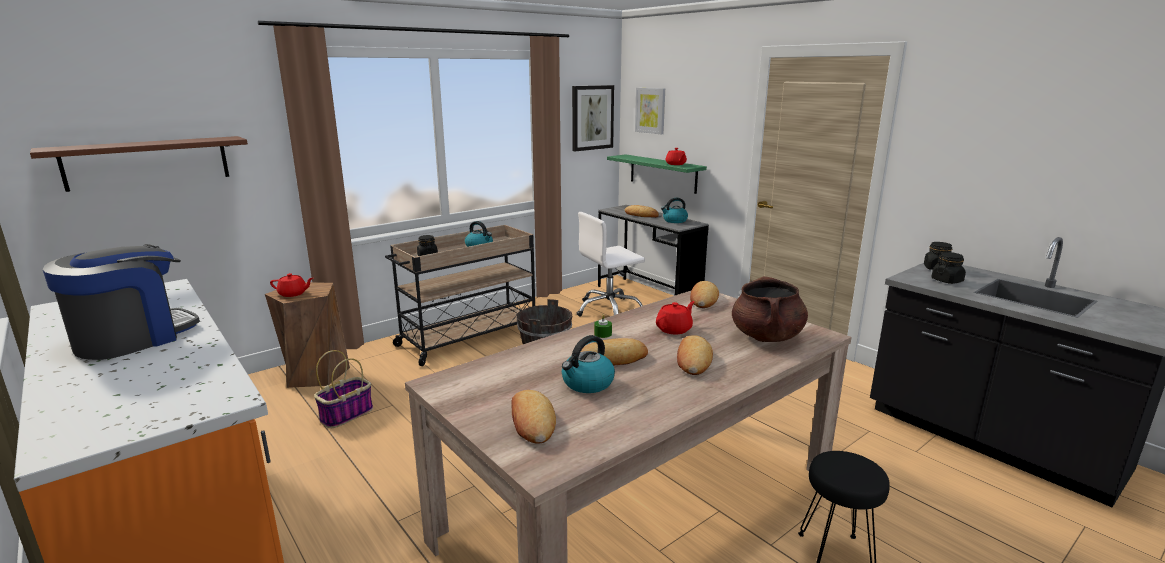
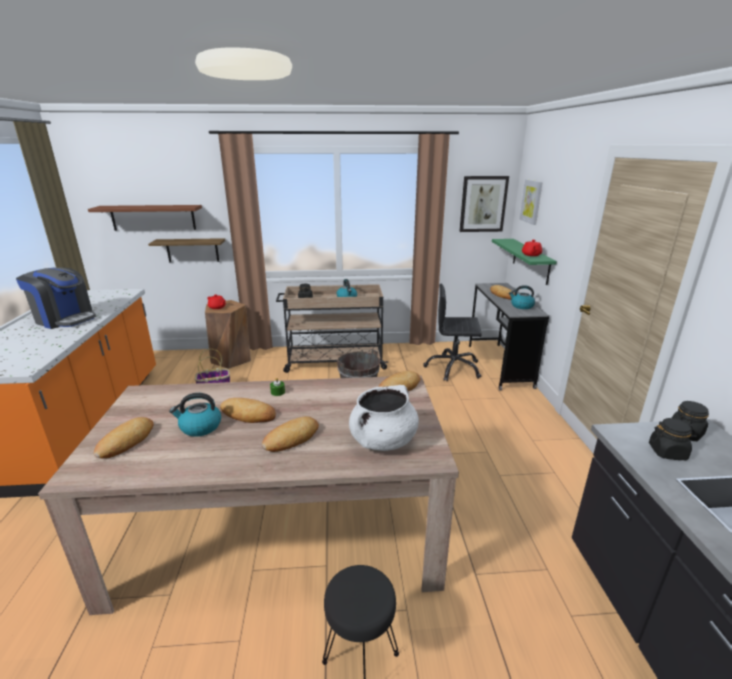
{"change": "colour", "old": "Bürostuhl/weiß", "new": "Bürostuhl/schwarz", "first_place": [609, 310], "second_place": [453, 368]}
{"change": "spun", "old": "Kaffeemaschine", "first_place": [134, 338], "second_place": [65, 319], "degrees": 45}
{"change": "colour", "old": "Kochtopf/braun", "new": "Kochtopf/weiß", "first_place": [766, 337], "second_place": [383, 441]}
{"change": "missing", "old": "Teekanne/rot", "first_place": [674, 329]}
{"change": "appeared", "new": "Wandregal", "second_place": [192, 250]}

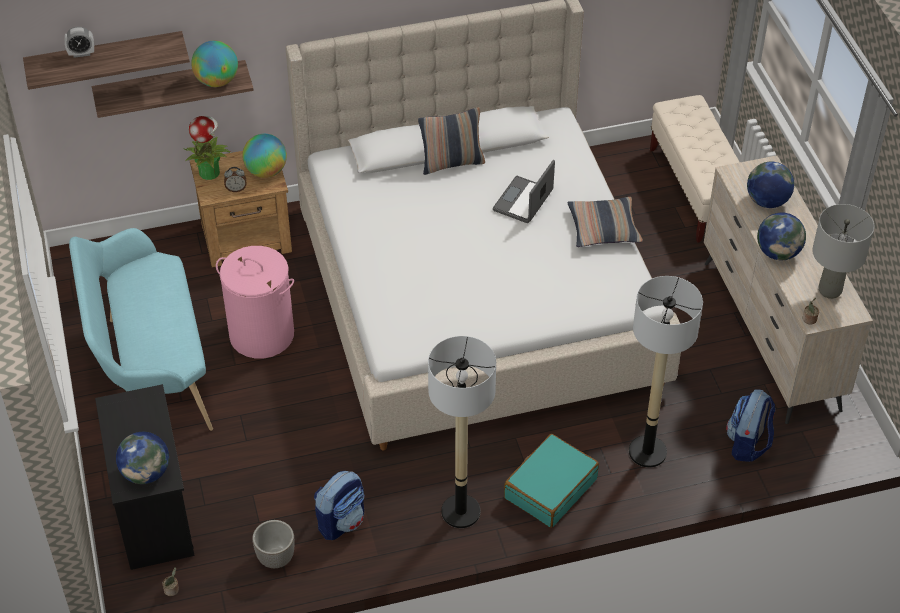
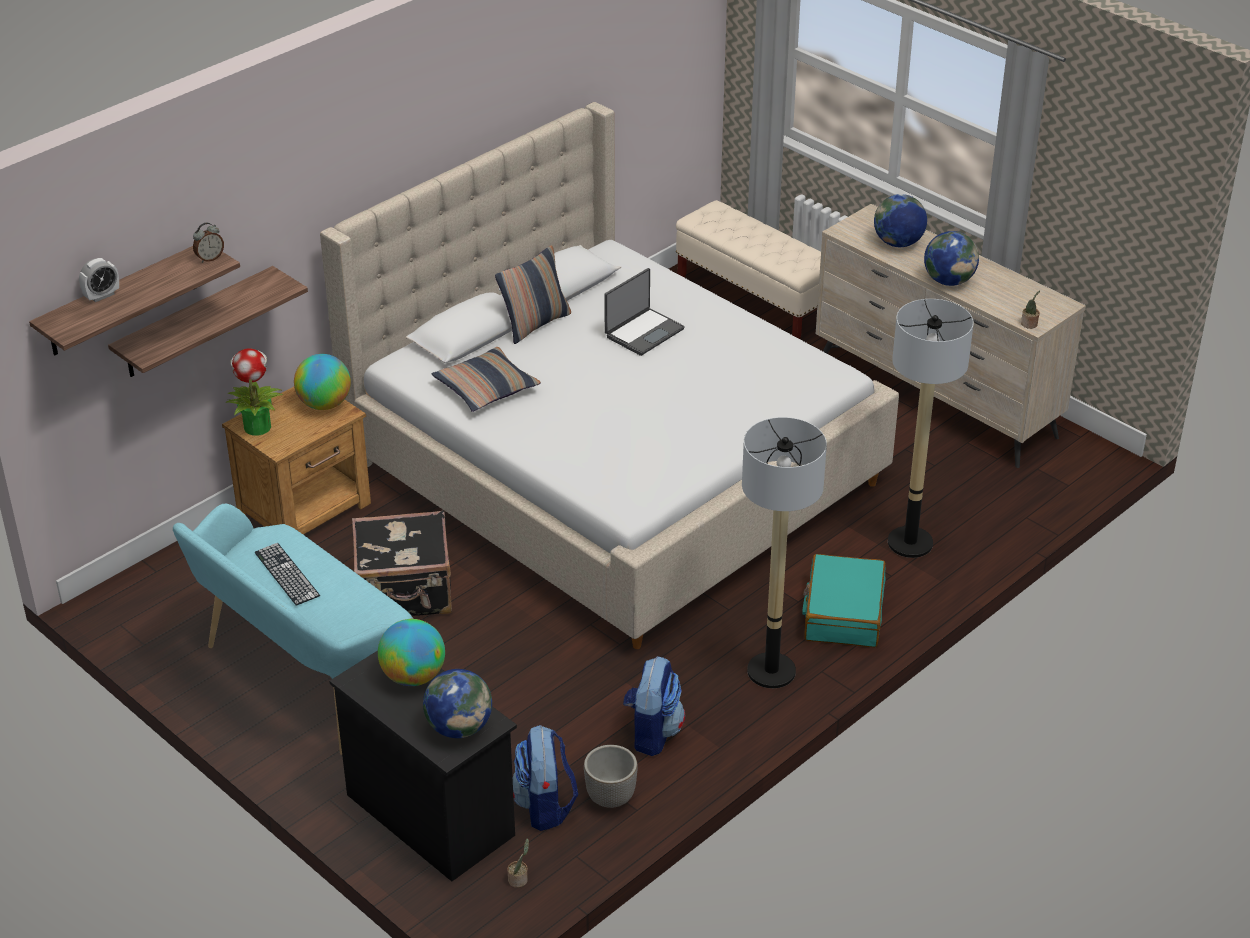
{"change": "relocated", "old": "Globus", "first_place": [217, 81], "second_place": [413, 676]}
{"change": "spun", "old": "Laptop", "first_place": [524, 201], "second_place": [643, 332], "degrees": -135}
{"change": "relocated", "old": "Wecker", "first_place": [236, 189], "second_place": [209, 258]}
{"change": "relocated", "old": "Kissen", "first_place": [603, 228], "second_place": [486, 388]}
{"change": "missing", "old": "Tischlampe/grau", "first_place": [829, 290]}
{"change": "exchanged", "old": "Wäschekorb/rosa", "new": "Koffer/schwarz", "first_place": [262, 334], "second_place": [405, 593]}
{"change": "relocated", "old": "Rucksack", "first_place": [748, 444], "second_place": [545, 806]}
{"change": "appeared", "new": "Tastatur", "second_place": [286, 574]}

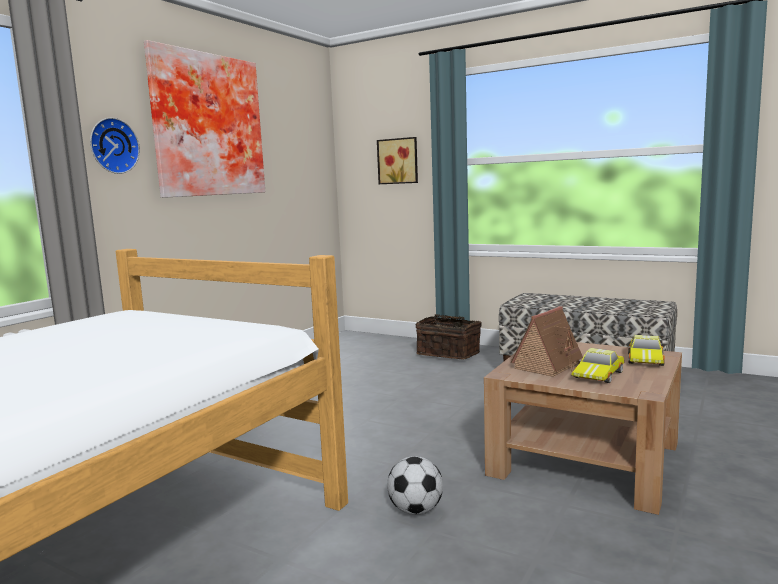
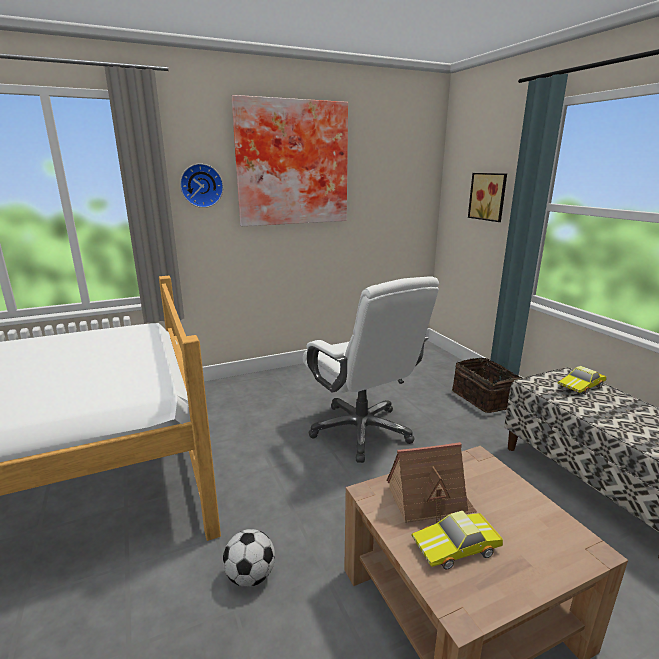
{"change": "relocated", "old": "Spielzeugauto", "first_place": [647, 359], "second_place": [582, 386]}
{"change": "appeared", "new": "Bürostuhl/weiß", "second_place": [362, 431]}

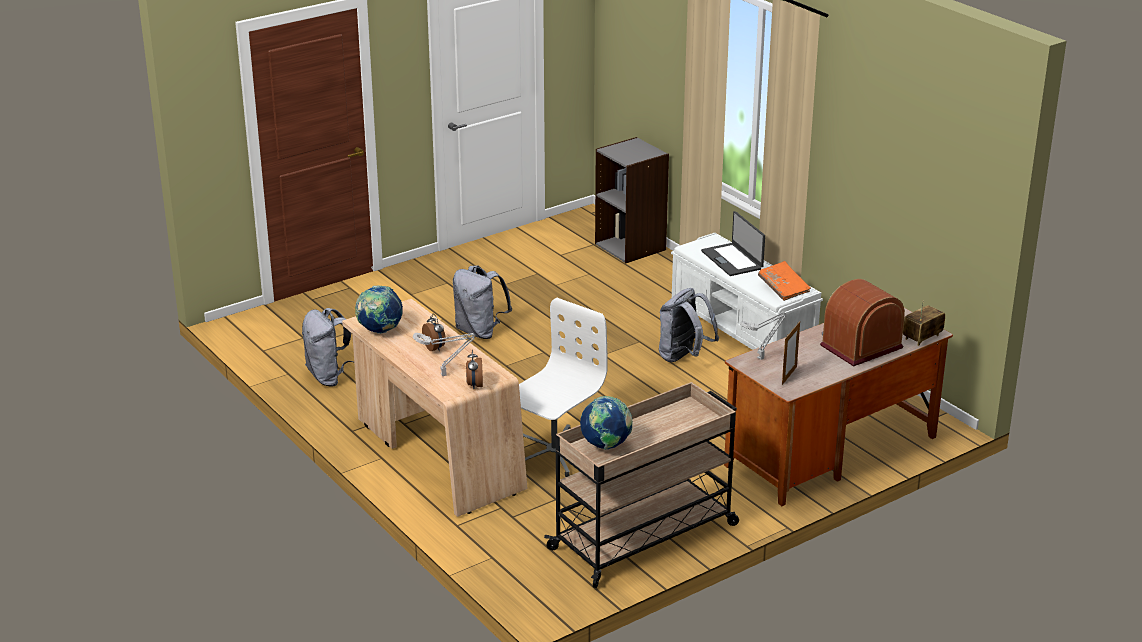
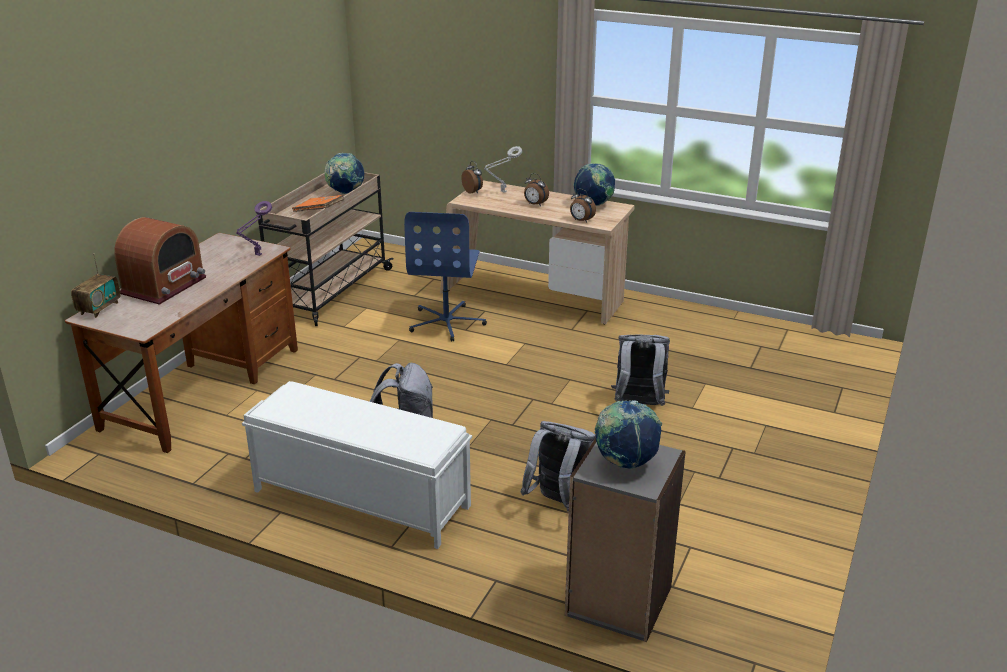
{"change": "missing", "old": "Laptop", "first_place": [732, 260]}
{"change": "relocated", "old": "Buch/orange", "first_place": [783, 288], "second_place": [319, 211]}
{"change": "colour", "old": "Bürostuhl/weiß", "new": "Bürostuhl/blau", "first_place": [553, 453], "second_place": [447, 322]}
{"change": "relocated", "old": "Rucksack/grau", "first_place": [332, 377], "second_place": [560, 504]}
{"change": "colour", "old": "Tischlampe/grau", "new": "Tischlampe/lila", "first_place": [761, 358], "second_place": [257, 255]}
{"change": "missing", "old": "Bilderrahmen", "first_place": [789, 375]}
{"change": "appeared", "new": "Wecker", "second_place": [581, 221]}
{"change": "appeared", "new": "Globus", "second_place": [625, 463]}

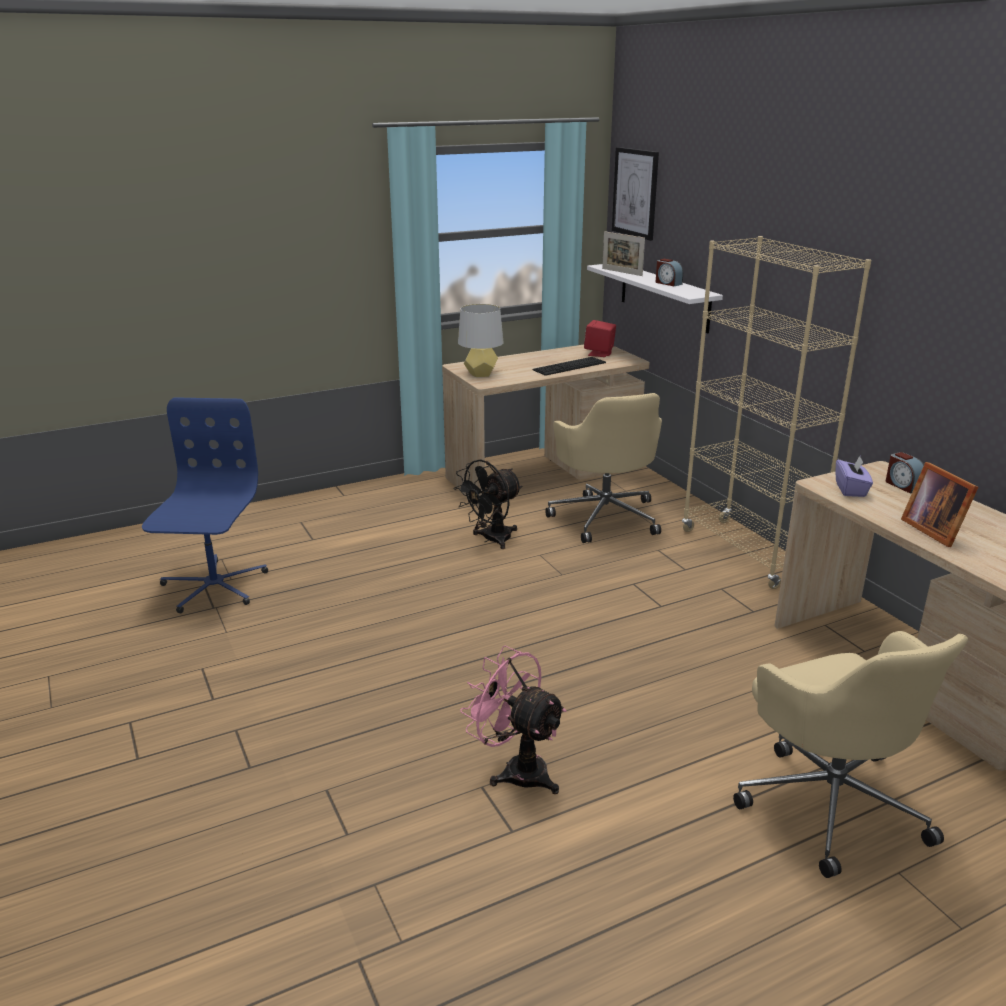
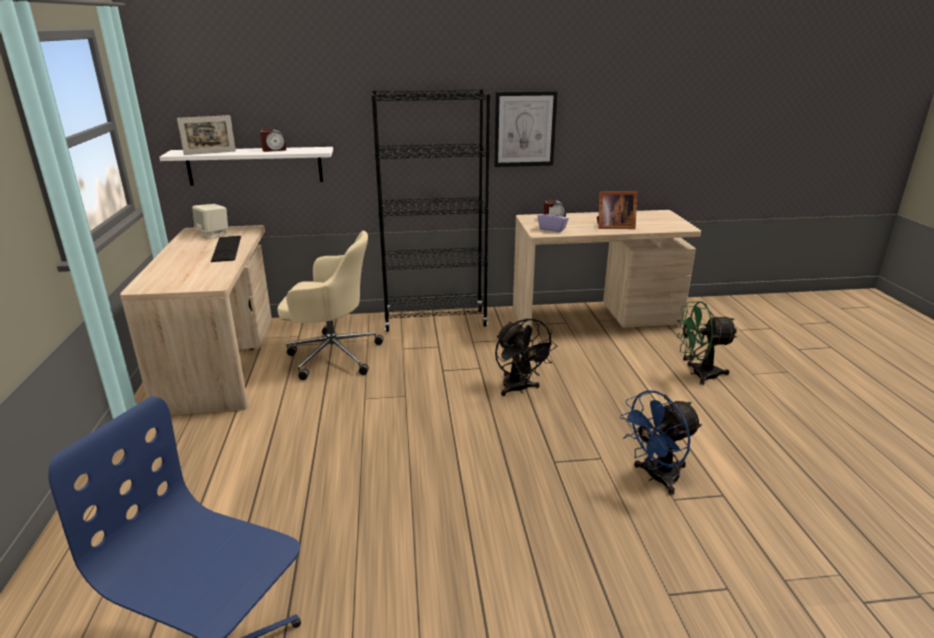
{"change": "relocated", "old": "Bild", "first_place": [635, 193], "second_place": [524, 129]}
{"change": "colour", "old": "Bücherregal/beige", "new": "Bücherregal/schwarz", "first_place": [747, 553], "second_place": [435, 321]}
{"change": "missing", "old": "Tischlampe/grau", "first_place": [480, 374]}
{"change": "colour", "old": "Lautsprecher/rot", "new": "Lautsprecher/beige", "first_place": [599, 353], "second_place": [213, 234]}
{"change": "relocated", "old": "Ventilator/schwarz", "first_place": [491, 540], "second_place": [518, 389]}
{"change": "exchanged", "old": "Bürostuhl/beige", "new": "Ventilator/grün", "first_place": [830, 801], "second_place": [698, 374]}
{"change": "colour", "old": "Ventilator/rosa", "new": "Ventilator/blau", "first_place": [517, 769], "second_place": [656, 478]}

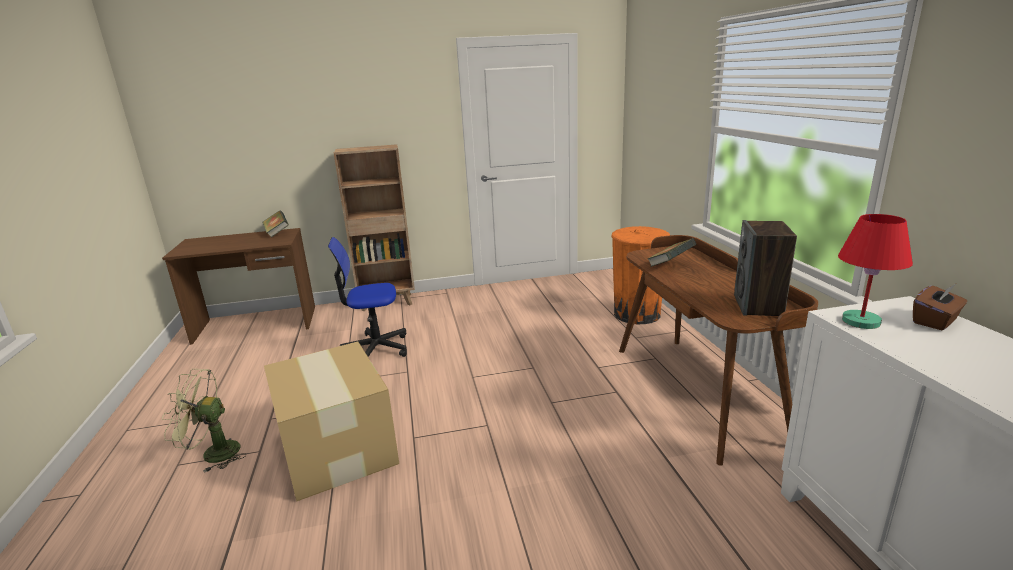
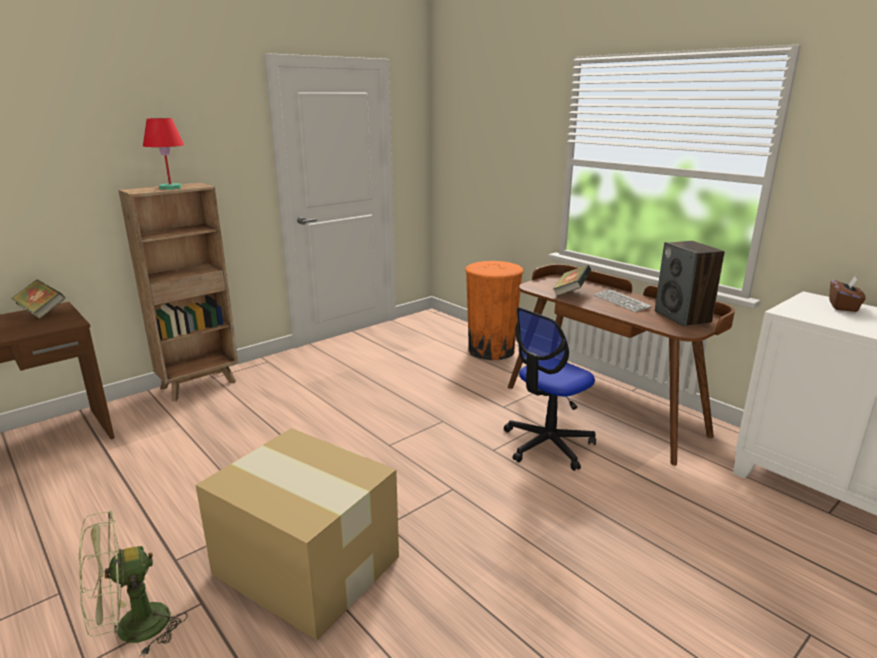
{"change": "relocated", "old": "Tischlampe/rot", "first_place": [860, 321], "second_place": [170, 188]}
{"change": "relocated", "old": "Bürostuhl", "first_place": [375, 349], "second_place": [547, 445]}
{"change": "appeared", "new": "Tastatur", "second_place": [621, 302]}

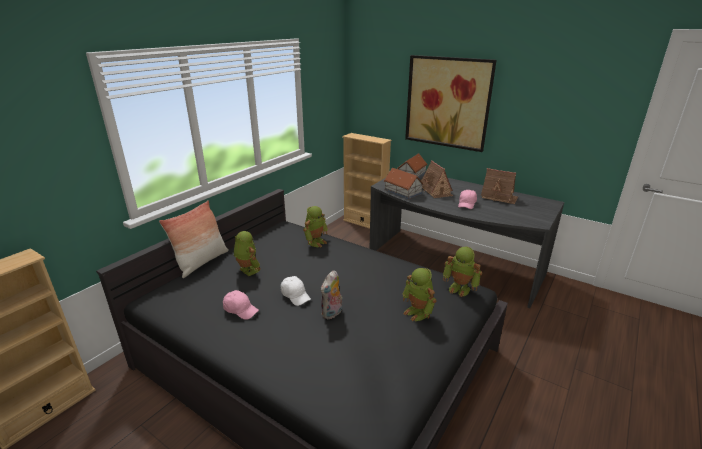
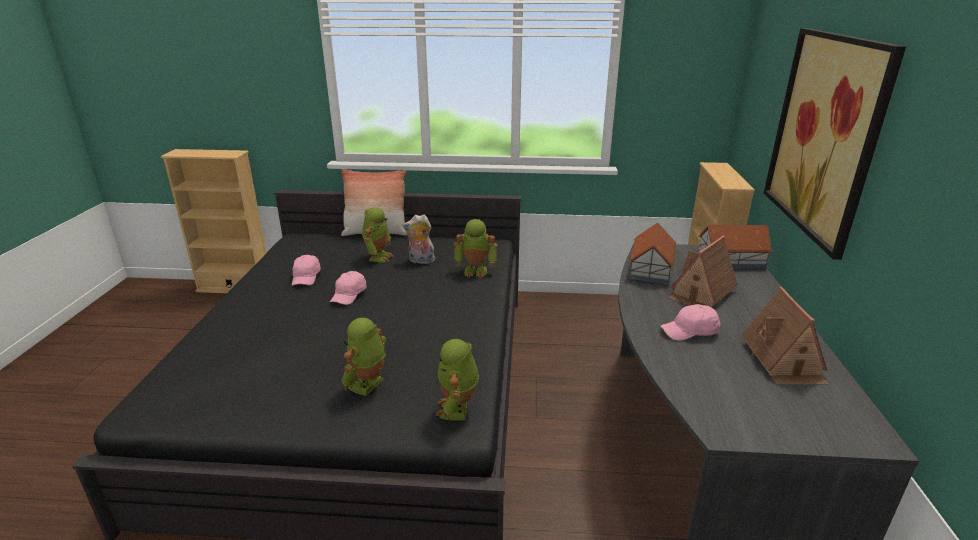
{"change": "relocated", "old": "Plüschtier", "first_place": [332, 313], "second_place": [420, 261]}
{"change": "colour", "old": "Kappe/weiß", "new": "Kappe/rosa", "first_place": [295, 295], "second_place": [349, 295]}

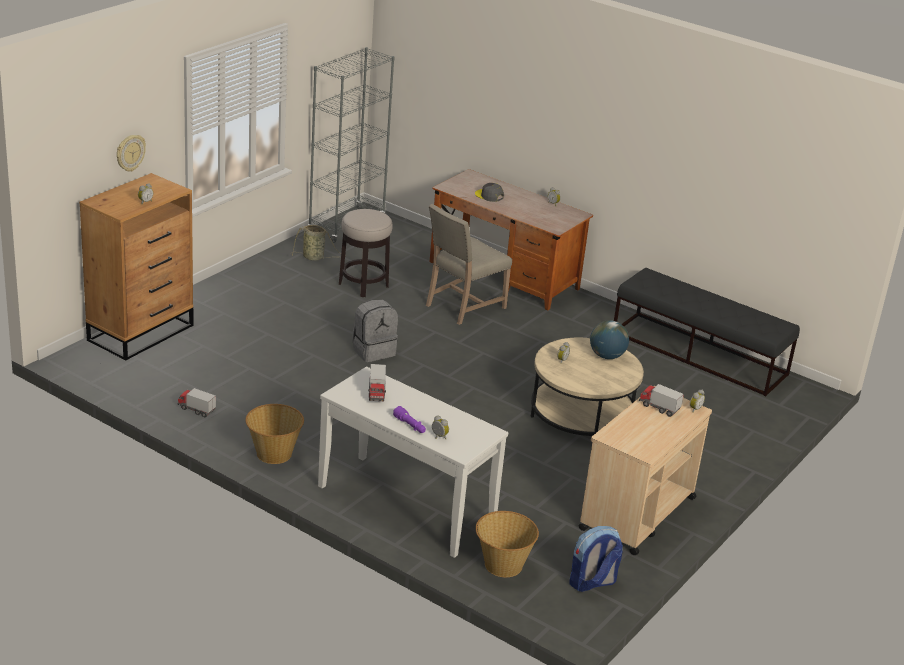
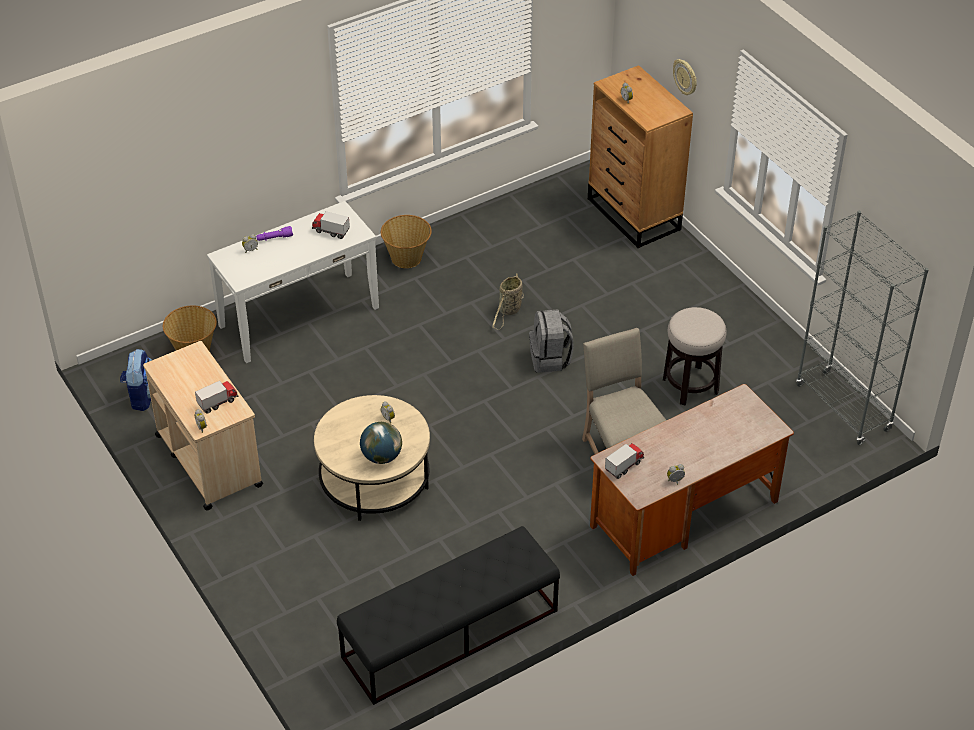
{"change": "missing", "old": "Kappe/grau", "first_place": [489, 196]}
{"change": "relocated", "old": "Korb", "first_place": [315, 257], "second_place": [509, 311]}
{"change": "relocated", "old": "Spielzeuglaster", "first_place": [196, 410], "second_place": [624, 466]}

